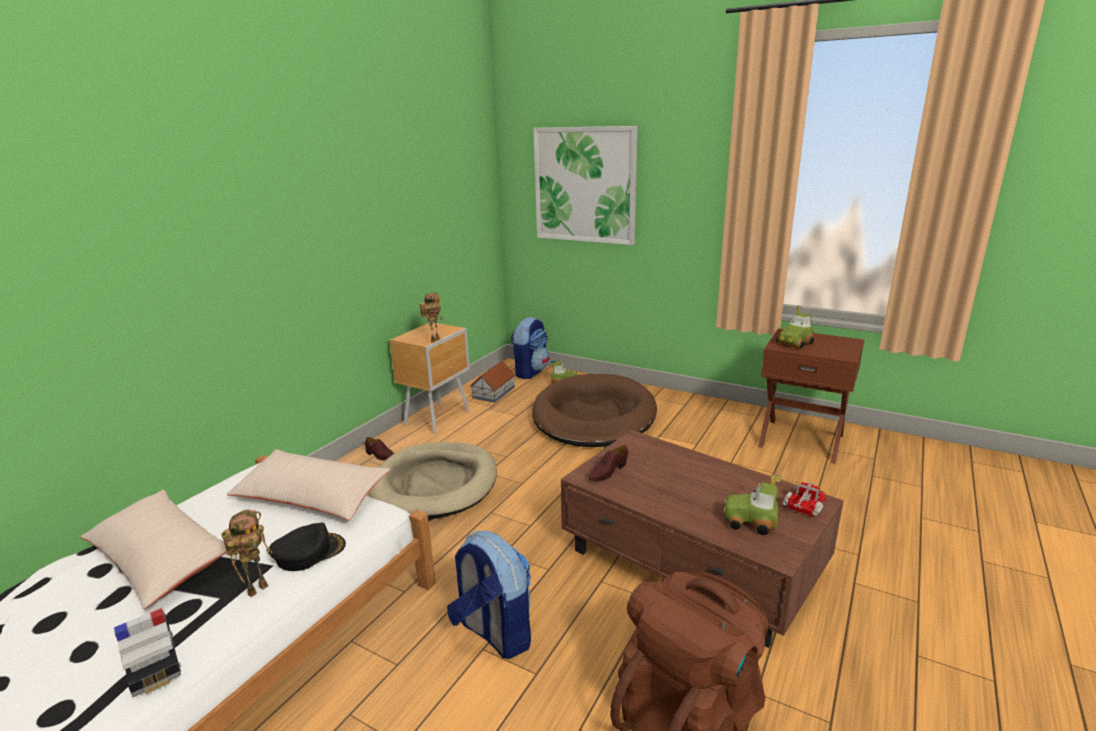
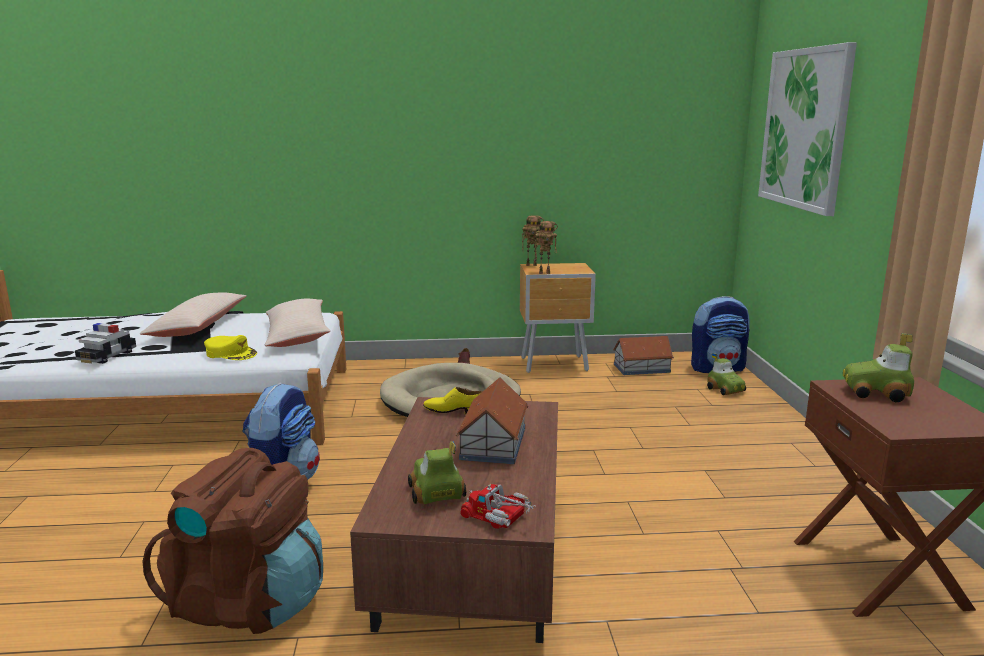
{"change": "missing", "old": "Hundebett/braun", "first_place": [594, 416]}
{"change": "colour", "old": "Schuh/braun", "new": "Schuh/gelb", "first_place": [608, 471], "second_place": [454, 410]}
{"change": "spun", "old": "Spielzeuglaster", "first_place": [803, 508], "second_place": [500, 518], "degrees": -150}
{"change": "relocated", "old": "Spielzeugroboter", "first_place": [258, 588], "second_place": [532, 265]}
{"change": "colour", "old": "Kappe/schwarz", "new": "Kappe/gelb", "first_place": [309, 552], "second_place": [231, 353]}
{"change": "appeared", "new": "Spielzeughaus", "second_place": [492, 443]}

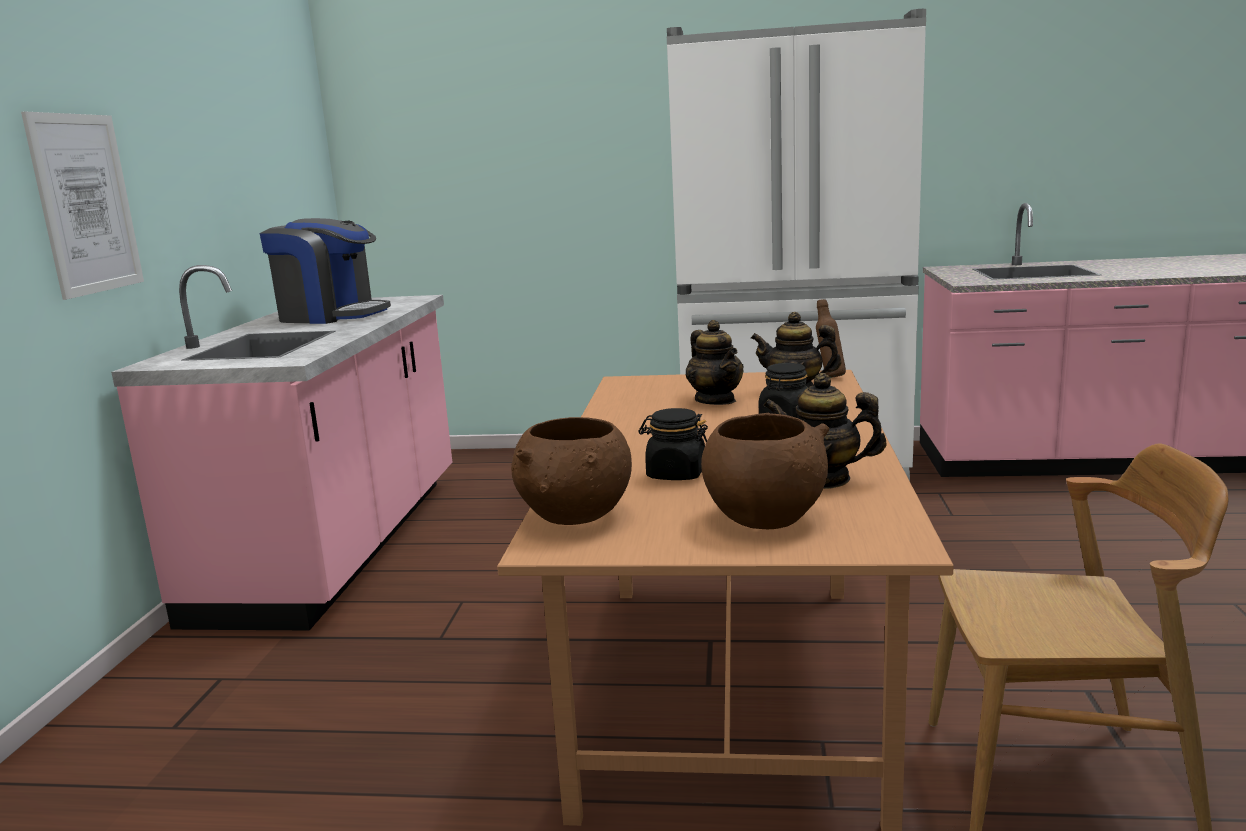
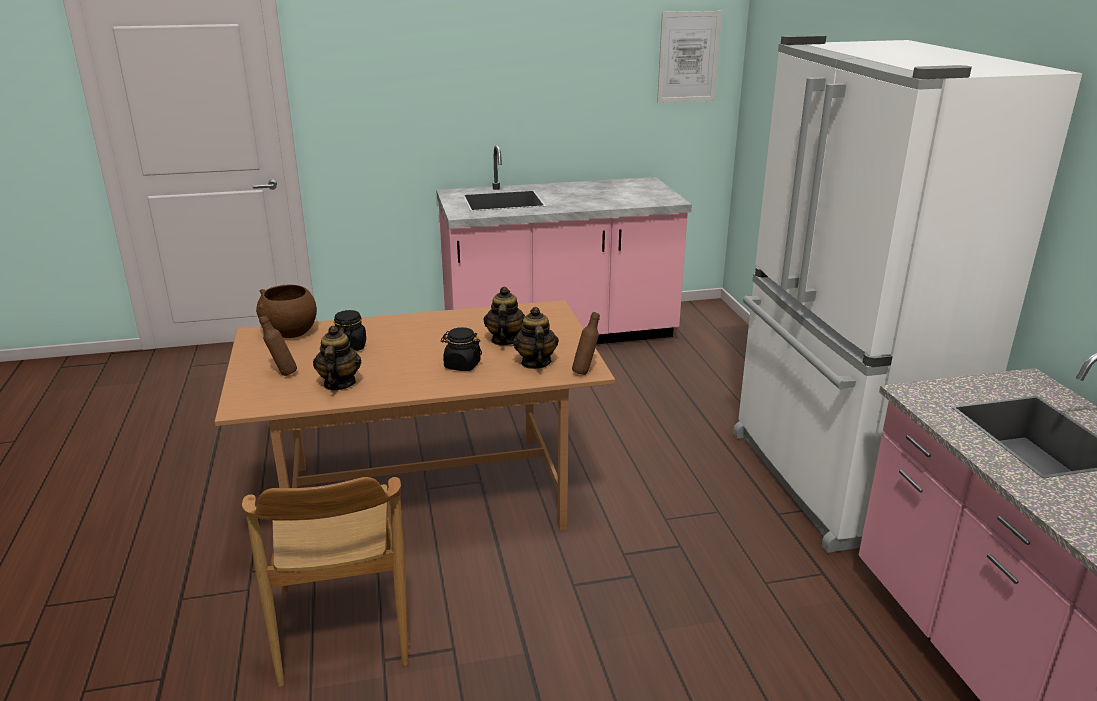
{"change": "relocated", "old": "Bild", "first_place": [86, 204], "second_place": [688, 57]}
{"change": "missing", "old": "Kaffeemaschine", "first_place": [331, 316]}
{"change": "spun", "old": "Teekanne", "first_place": [715, 400], "second_place": [505, 340], "degrees": 135}
{"change": "exchanged", "old": "Schüssel/braun", "new": "Flasche/braun", "first_place": [764, 517], "second_place": [282, 373]}

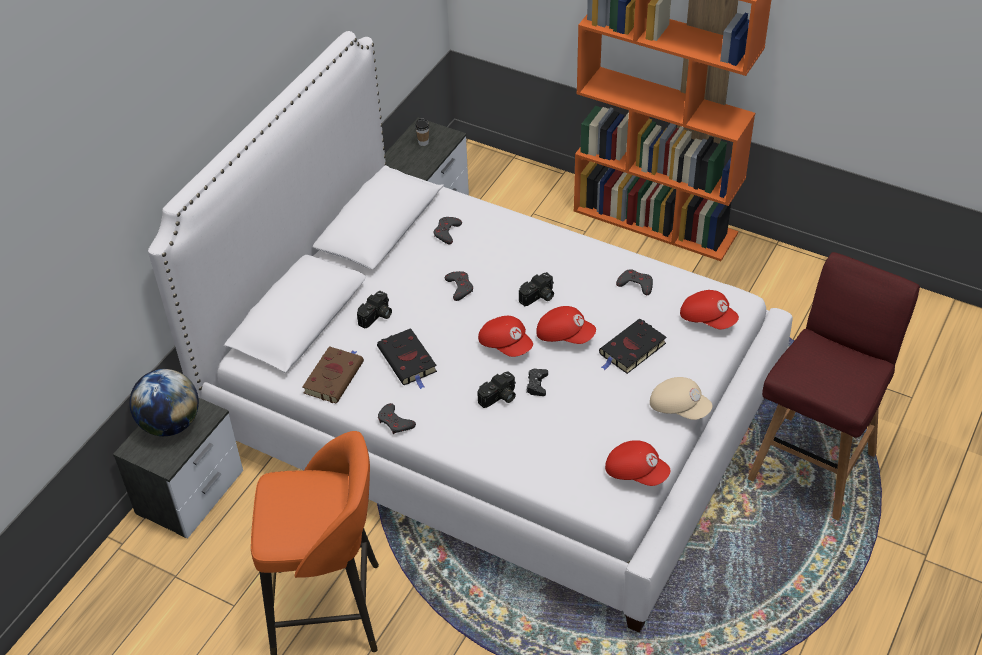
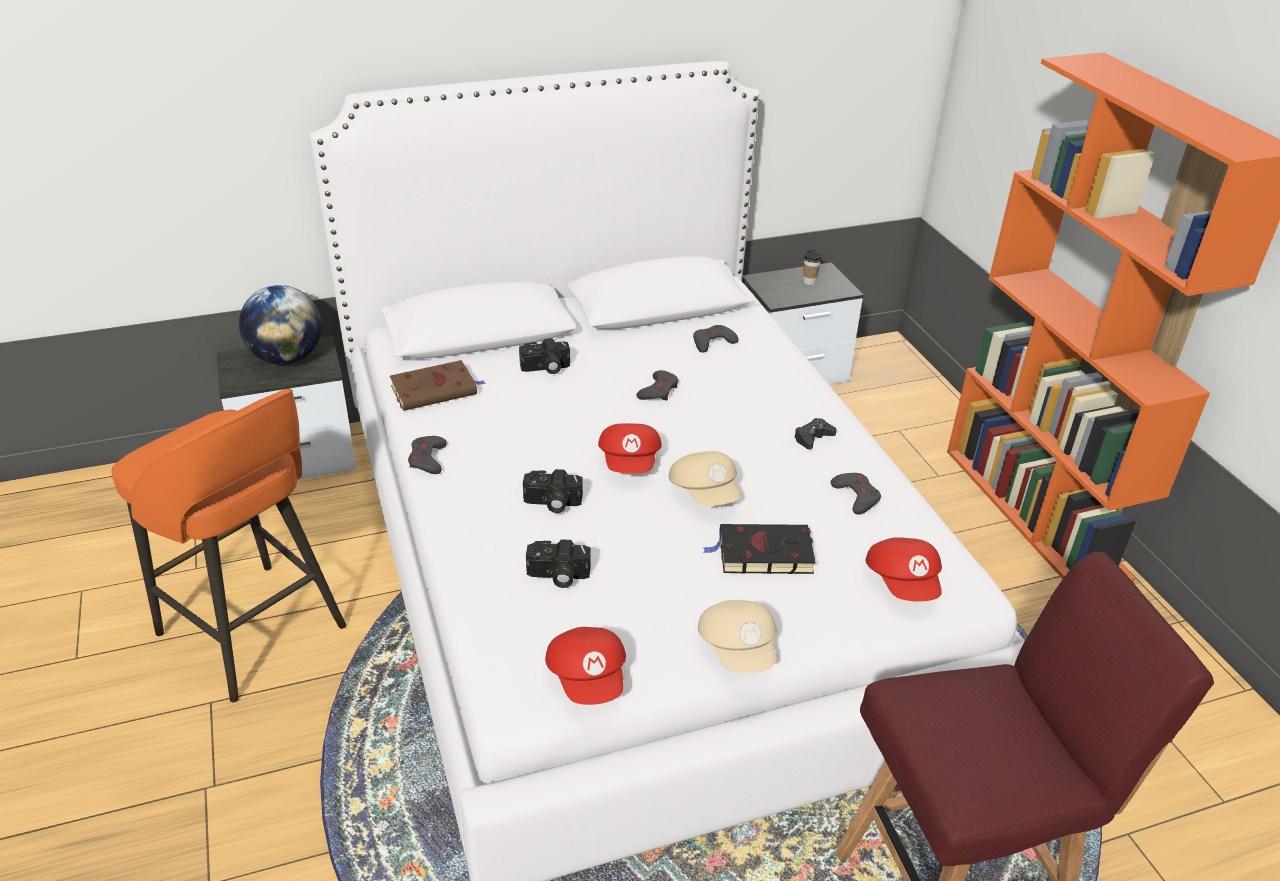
{"change": "relocated", "old": "Kamera", "first_place": [538, 297], "second_place": [557, 576]}
{"change": "colour", "old": "Kappe/rot", "new": "Kappe/beige", "first_place": [565, 335], "second_place": [705, 492]}
{"change": "missing", "old": "Buch/schwarz", "first_place": [408, 361]}
{"change": "relocated", "old": "Gamepad/schwarz", "first_place": [537, 385], "second_place": [813, 438]}

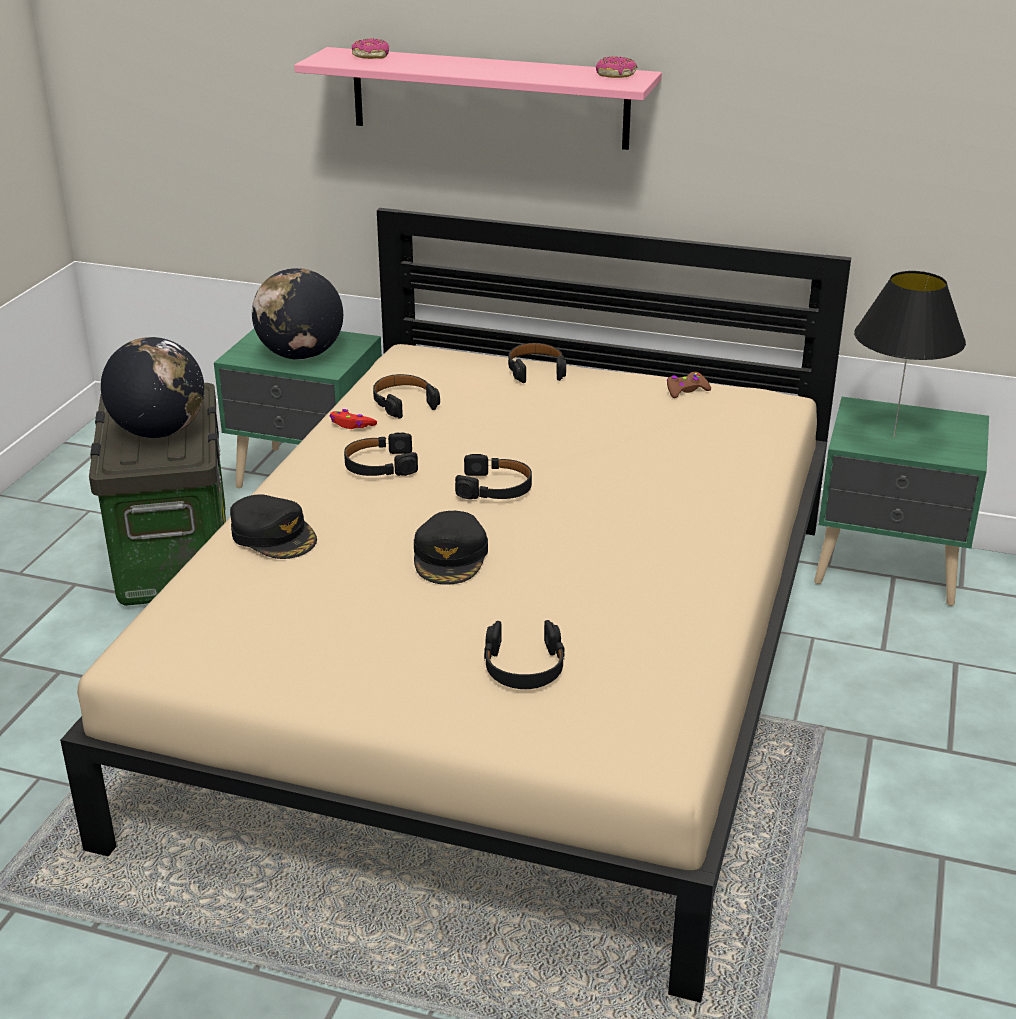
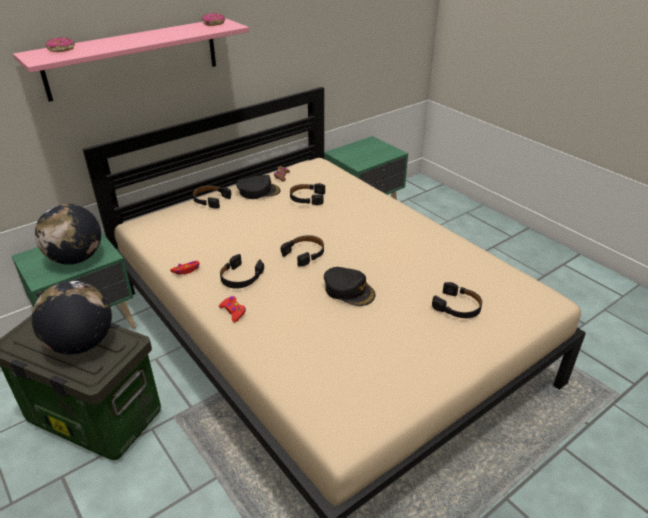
{"change": "missing", "old": "Tischlampe/schwarz", "first_place": [894, 437]}
{"change": "relocated", "old": "Kopfhörer/schwarz", "first_place": [403, 402], "second_place": [307, 198]}
{"change": "relocated", "old": "Kappe/schwarz", "first_place": [274, 535], "second_place": [258, 191]}
{"change": "appeared", "new": "Gamepad/rot", "second_place": [233, 311]}

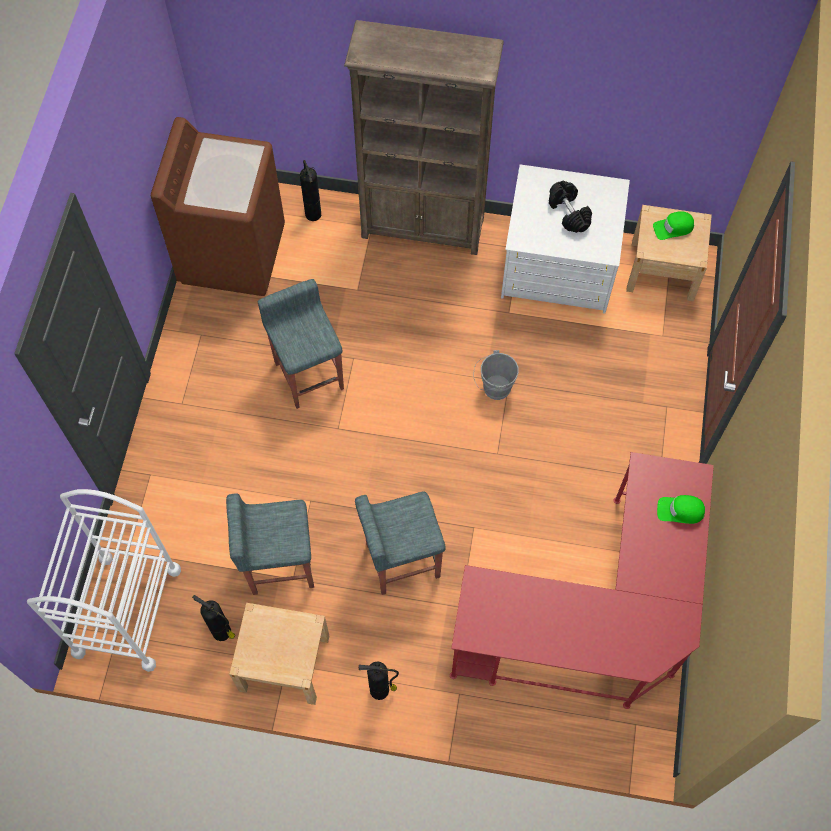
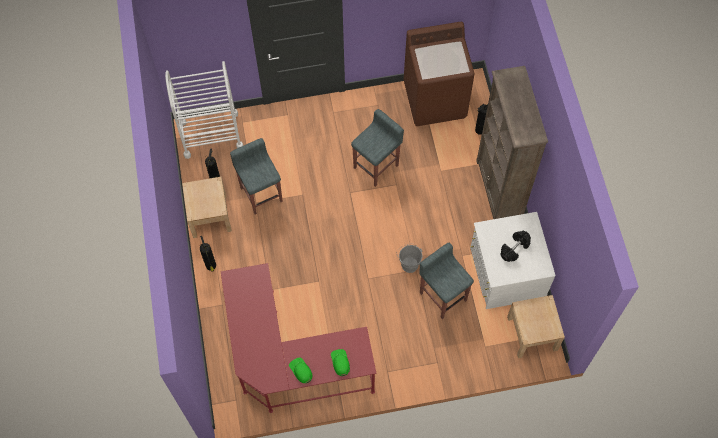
{"change": "relocated", "old": "Kappe/grün", "first_place": [673, 228], "second_place": [301, 371]}
{"change": "relocated", "old": "Hocker/grau", "first_place": [401, 561], "second_place": [442, 296]}

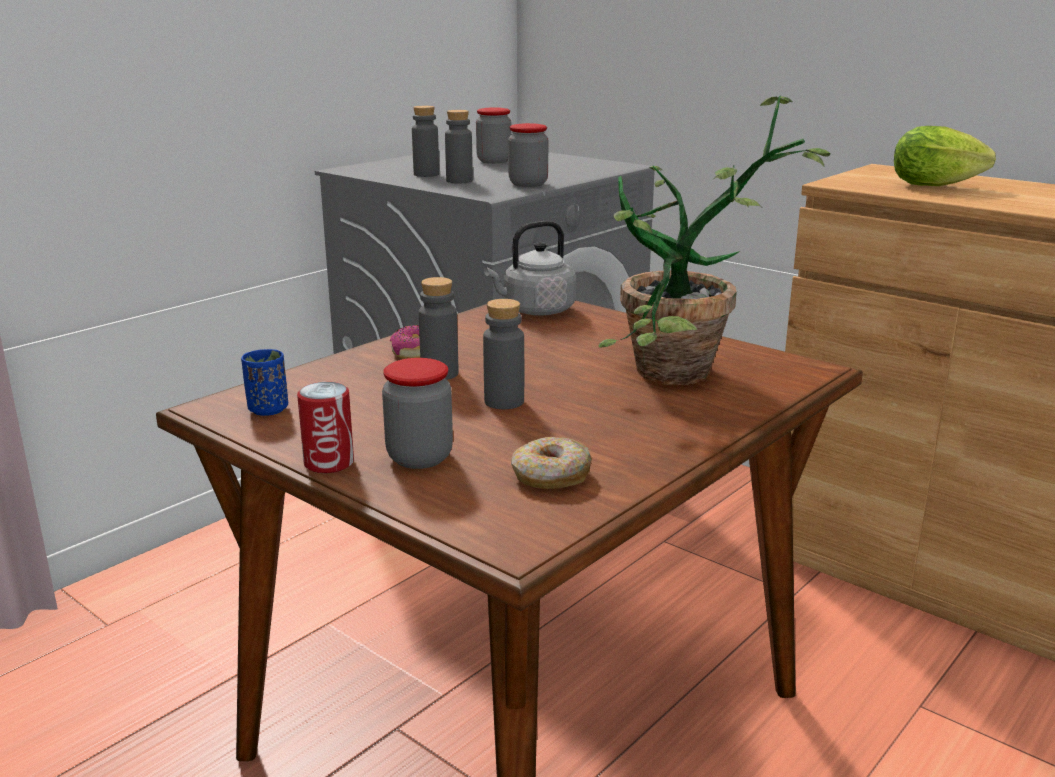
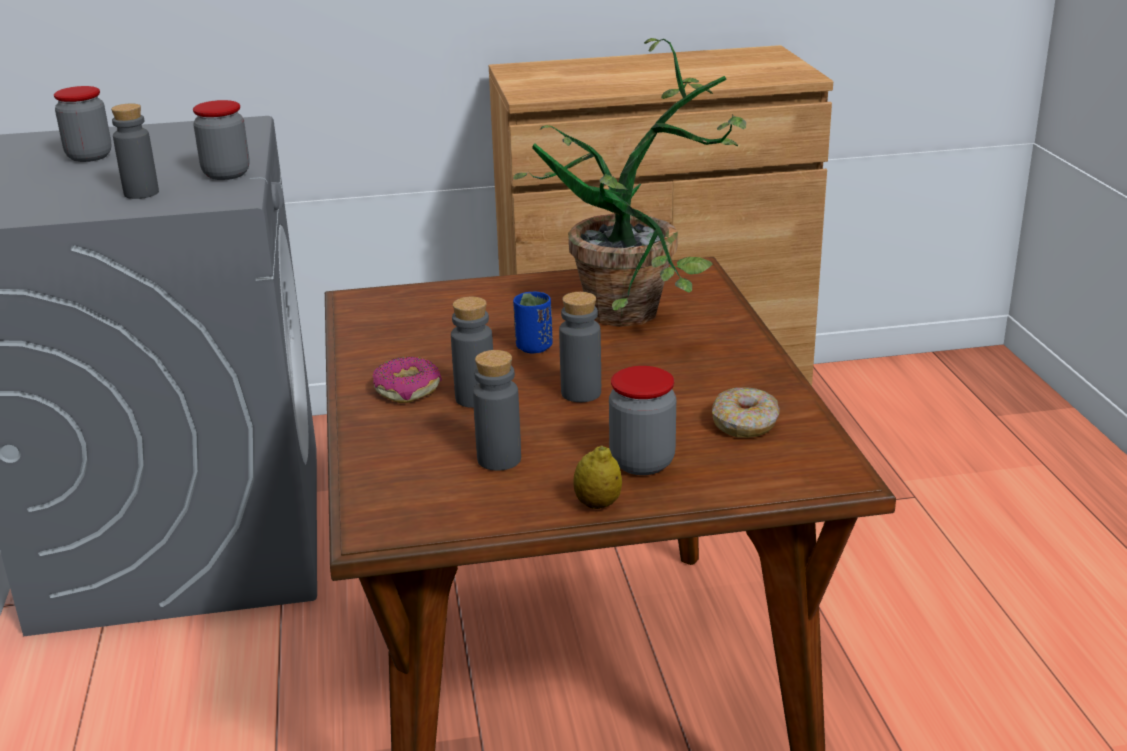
{"change": "relocated", "old": "Flasche/grau", "first_place": [426, 174], "second_place": [499, 459]}
{"change": "missing", "old": "Salatkopf", "first_place": [940, 186]}
{"change": "missing", "old": "Wasserkessel/grau", "first_place": [535, 311]}
{"change": "relocated", "old": "Tasse/blau", "first_place": [268, 409], "second_place": [534, 347]}
{"change": "exchanged", "old": "Dose", "new": "Zitrone", "first_place": [329, 463], "second_place": [598, 504]}

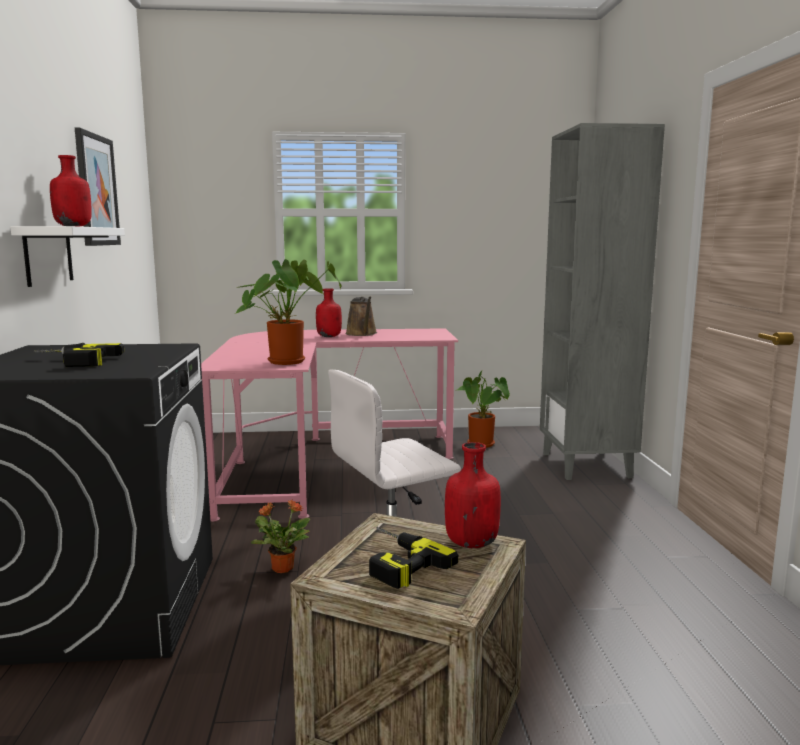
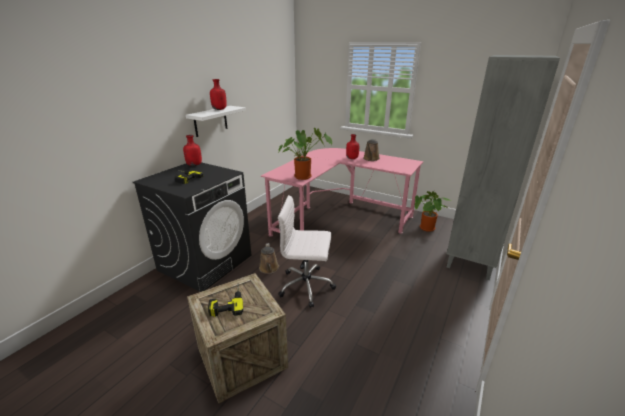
{"change": "missing", "old": "Bild", "first_place": [96, 190]}
{"change": "relocated", "old": "Flasche/rot", "first_place": [471, 543], "second_place": [194, 165]}
{"change": "exchanged", "old": "Topfpflanze", "new": "Gießkanne/braun", "first_place": [282, 568], "second_place": [269, 269]}

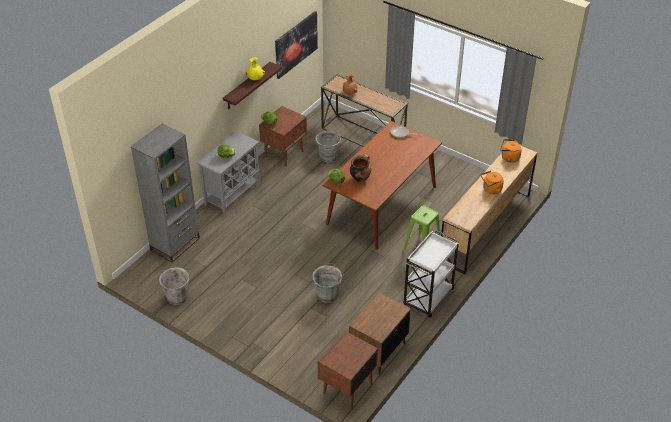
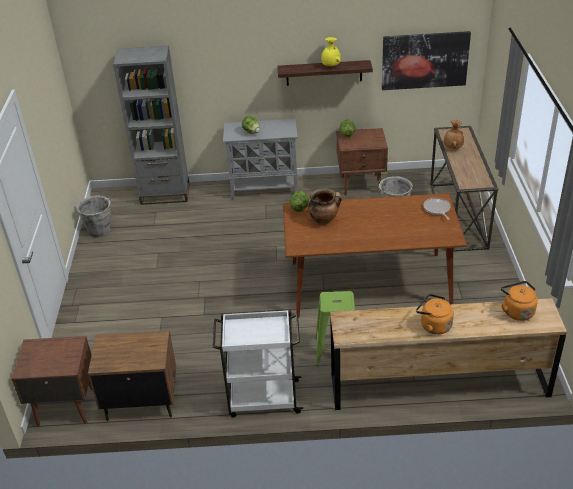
{"change": "missing", "old": "Eimer/grau", "first_place": [327, 294]}

